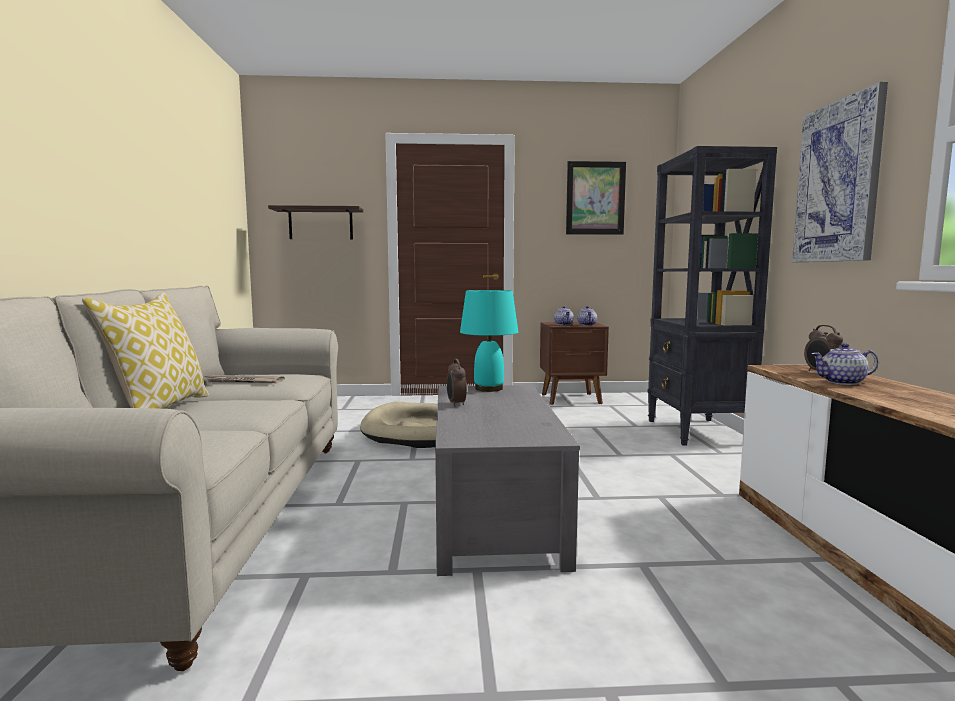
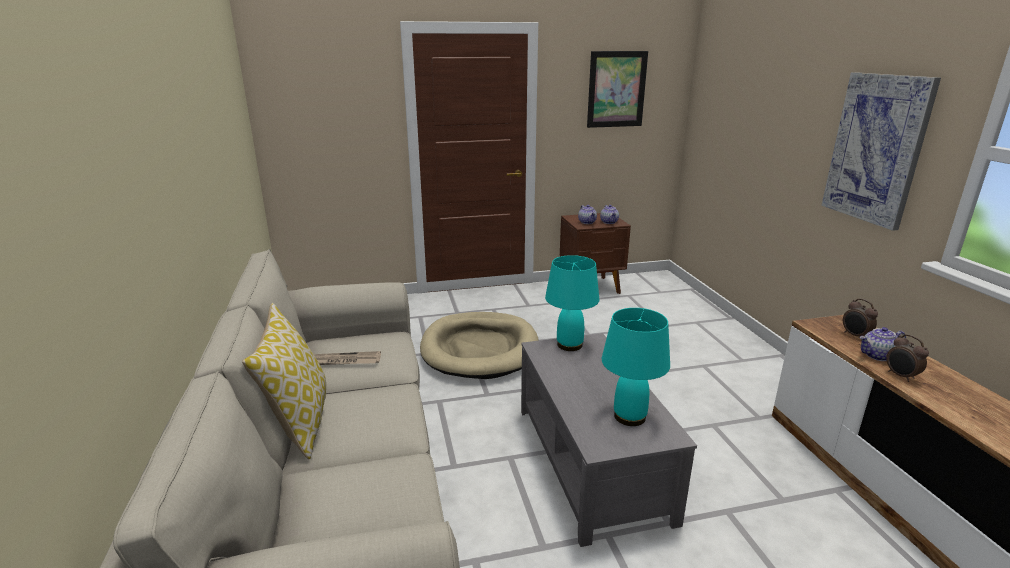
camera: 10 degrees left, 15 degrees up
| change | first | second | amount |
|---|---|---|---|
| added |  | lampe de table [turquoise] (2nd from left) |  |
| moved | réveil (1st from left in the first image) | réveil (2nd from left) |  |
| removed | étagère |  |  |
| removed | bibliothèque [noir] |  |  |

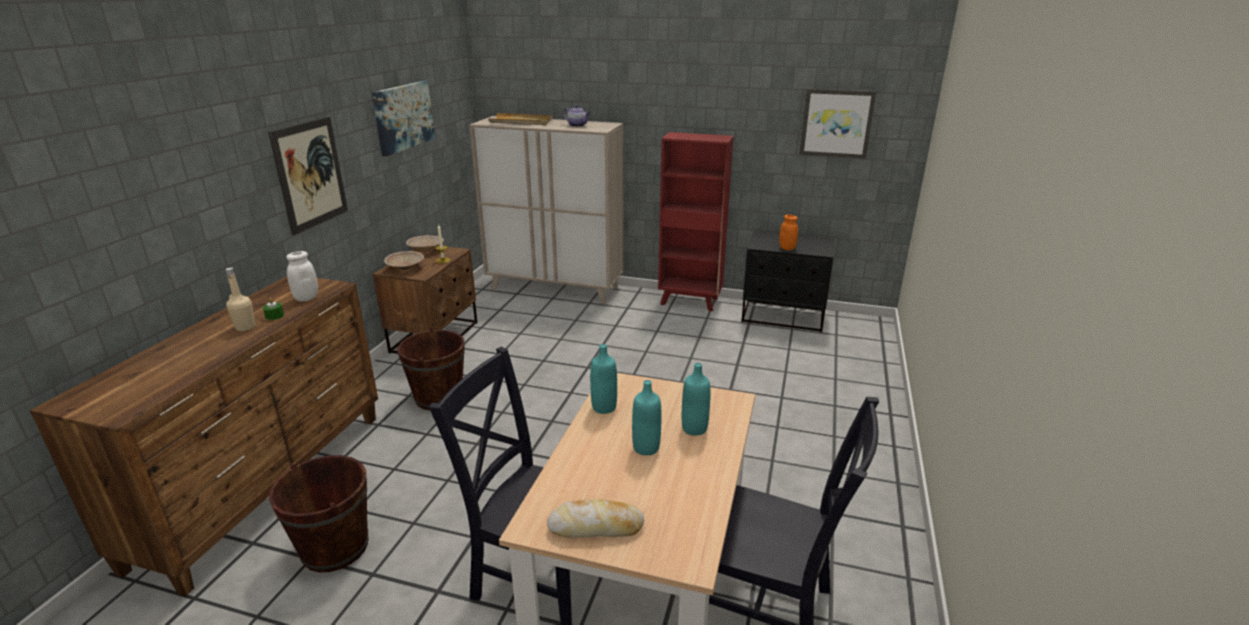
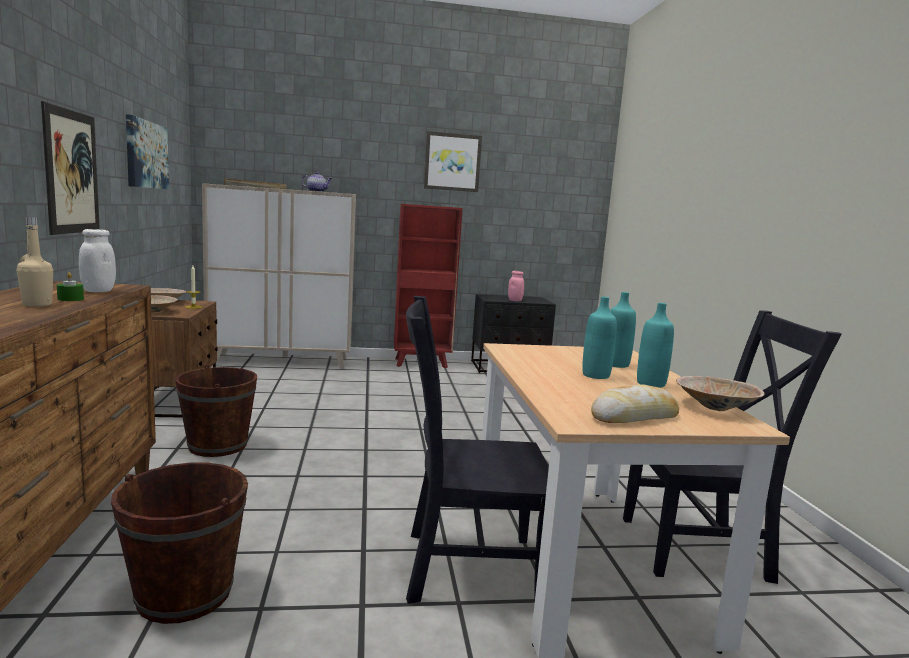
camera: 25 degrees left, 15 degrees down
| change | first | second | amount |
|---|---|---|---|
| moved | tableau (3rd from left) |  |  |
| recoloured | bocal [orange] | bocal [rose] |  |
| moved | bouteille [turquoise] (1st from left in the first image) | bouteille [turquoise] (3rd from left) |  |
| added |  | bol [beige] (3rd from left) |  |

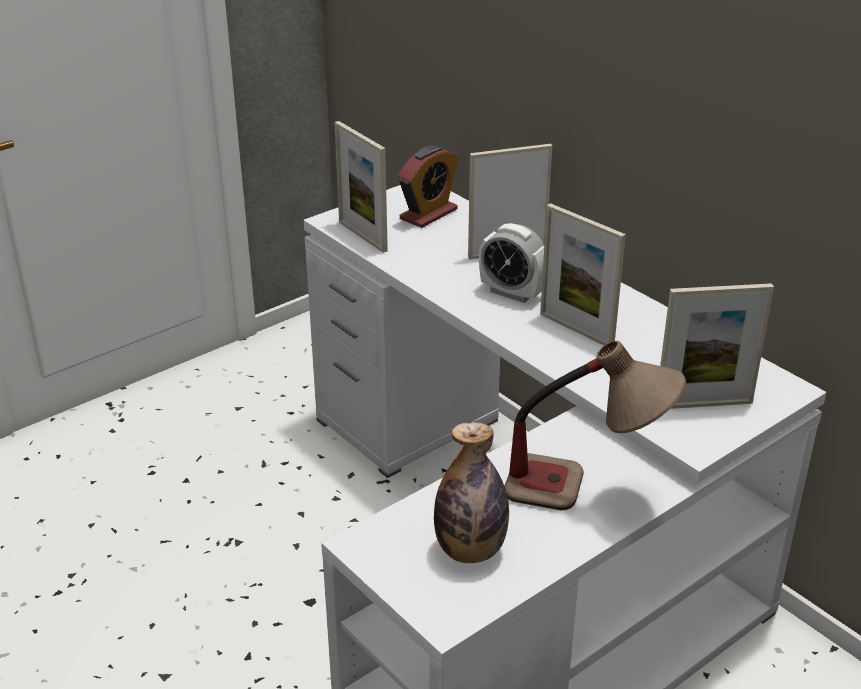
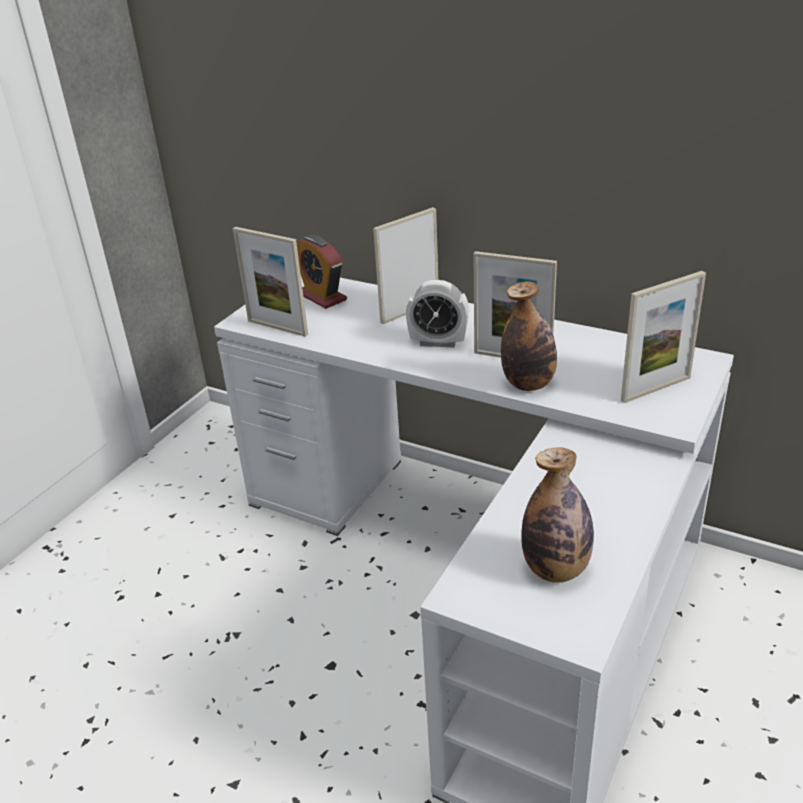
camera: 20 degrees left, 0 degrees up
| change | first | second | amount |
|---|---|---|---|
| turned | réveil (1st from left) |  | 120 degrees clockwise |
| added |  | bouteille (1st from left) |  |
| removed | lampe de table |  |  |

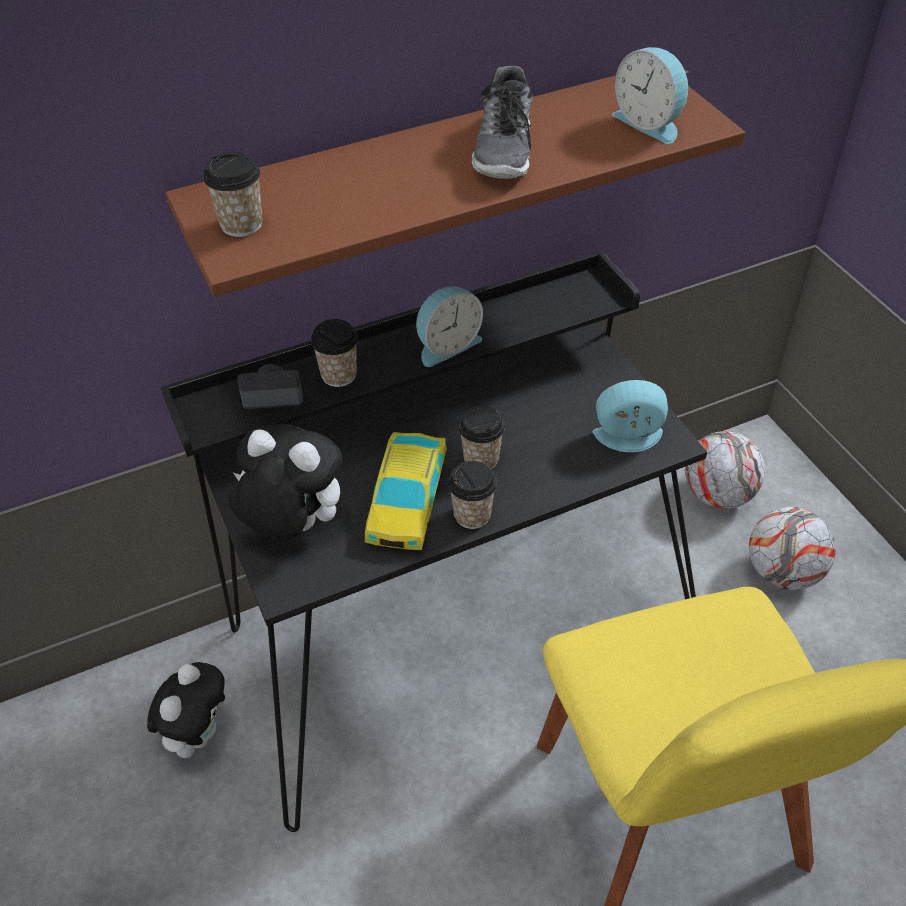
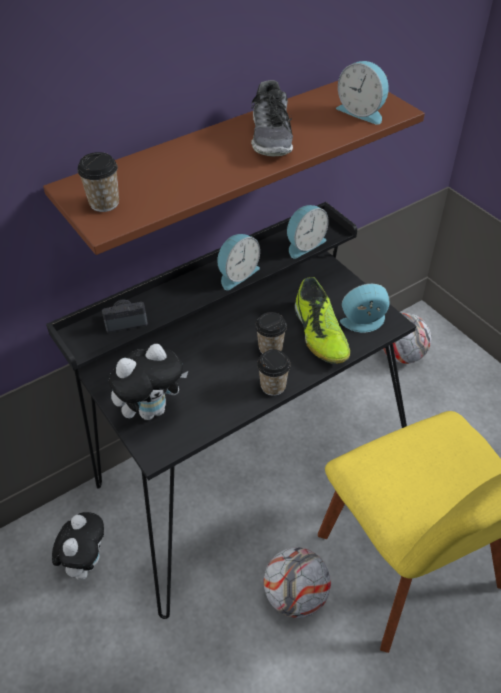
camera: 10 degrees left, 0 degrees up
| change | first | second | amount |
|---|---|---|---|
| turned | peluche (2nd from left) |  | 135 degrees clockwise |
| moved | ballon de foot (2nd from left in the first image) | ballon de foot (1st from left) |  |
| added |  | réveil (2nd from left) |  |
| added |  | chaussure (2nd from left) |  |
| removed | tasse (2nd from left) |  |  |
| removed | petite voiture |  |  |

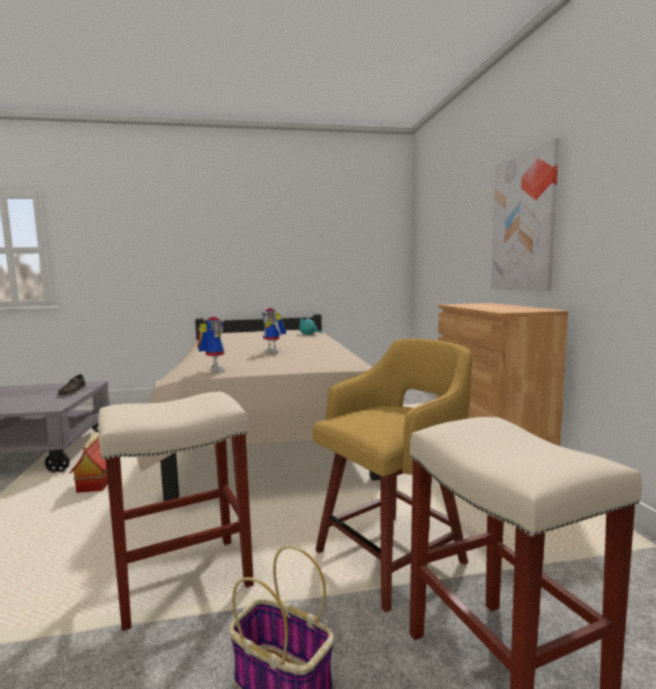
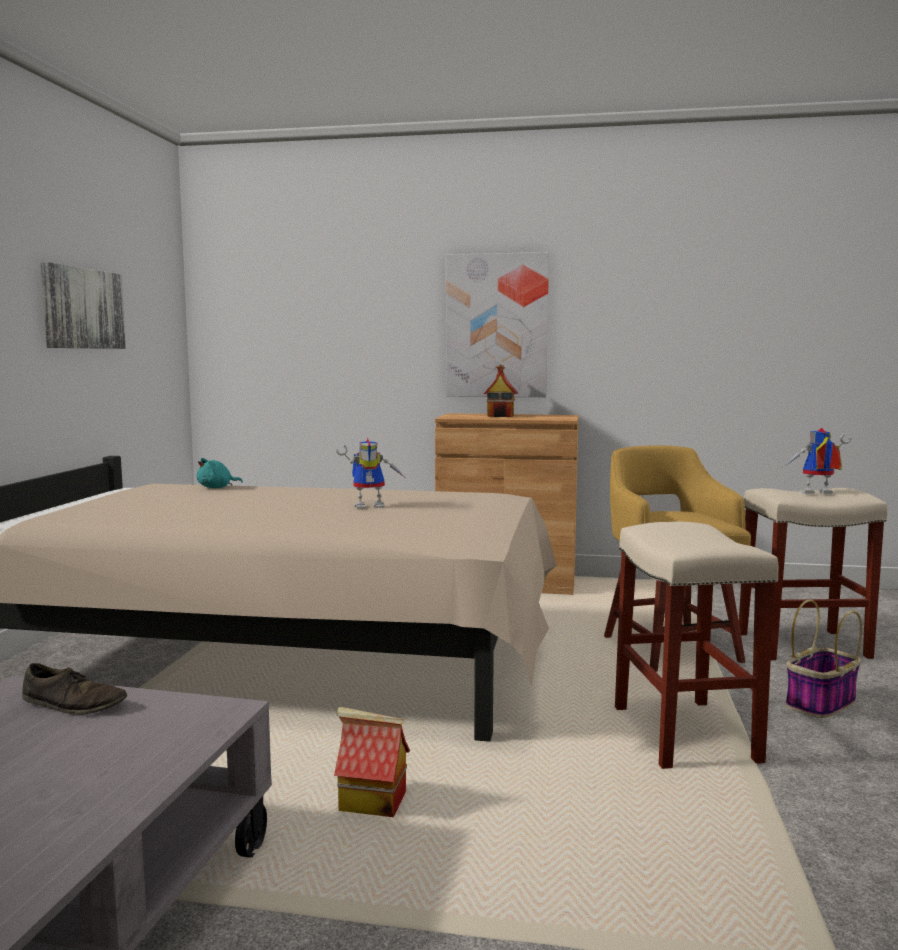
camera: 70 degrees left, 0 degrees up
| change | first | second | amount |
|---|---|---|---|
| added |  | tableau (1st from left) |  |
| added |  | maison miniature (2nd from left) |  |
| moved | robot jouet (1st from left in the first image) | robot jouet (2nd from left) |  |

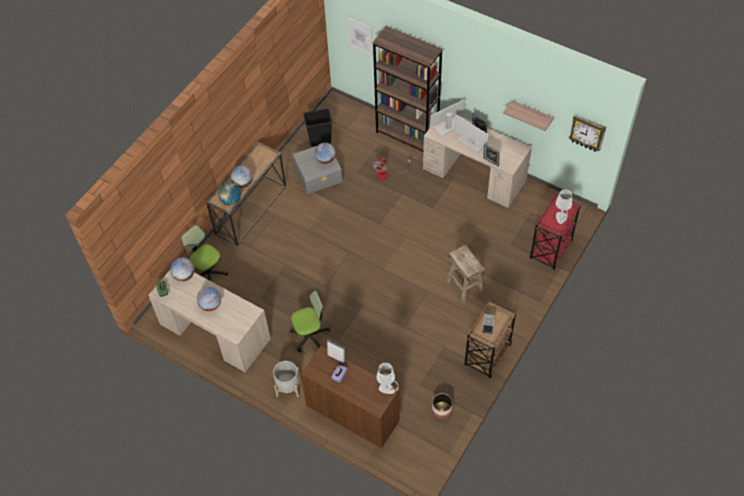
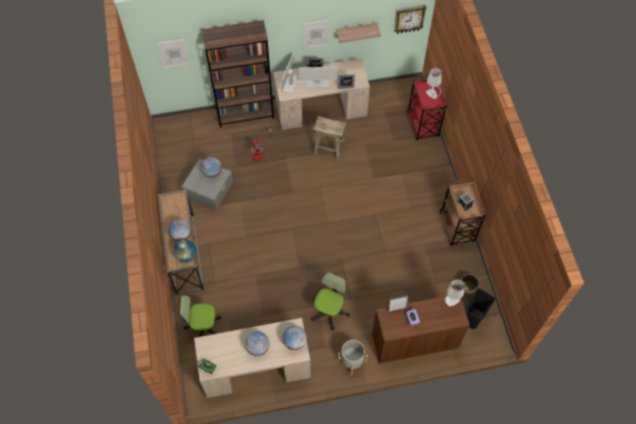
camera: 45 degrees left, 5 degrees up
| change | first | second | amount |
|---|---|---|---|
| moved | globe (1st from left in the first image) | globe (5th from left) |  |
| added |  | tableau (2nd from left) |  |
| moved | tabouret [beige] |  |  |
| moved | poubelle [noir] |  |  |

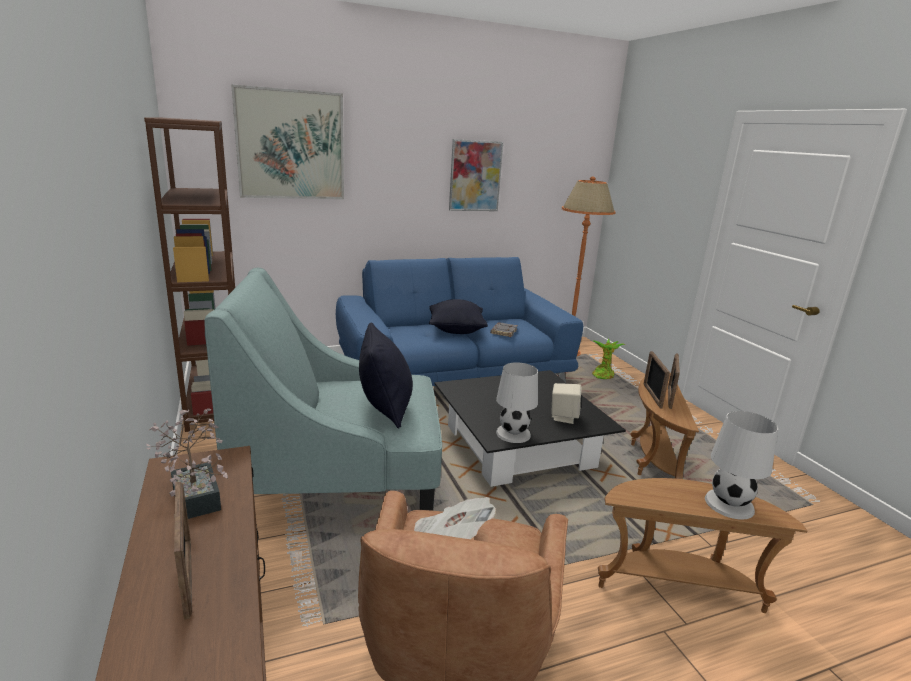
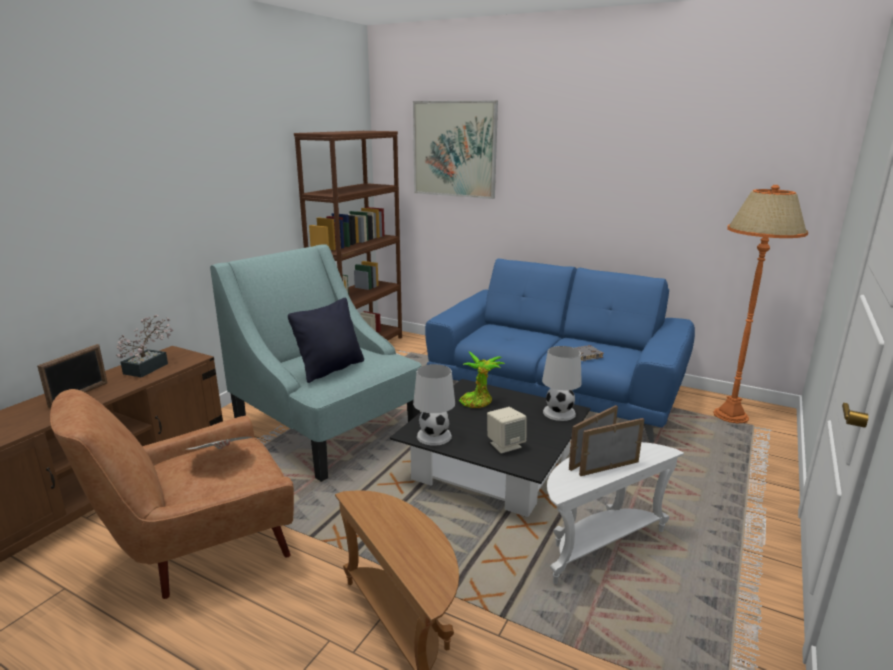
camera: 50 degrees right, 0 degrees up
| change | first | second | amount |
|---|---|---|---|
| moved | plante en pot (2nd from left) |  |  |
| moved | lampe de table [blanc] (2nd from left) |  |  |
| recoloured | table d'appoint [marron] (1st from left) | table d'appoint [blanc] |  |
| removed | coussin [noir] (2nd from left) |  |  |
| removed | tableau (2nd from left) |  |  |

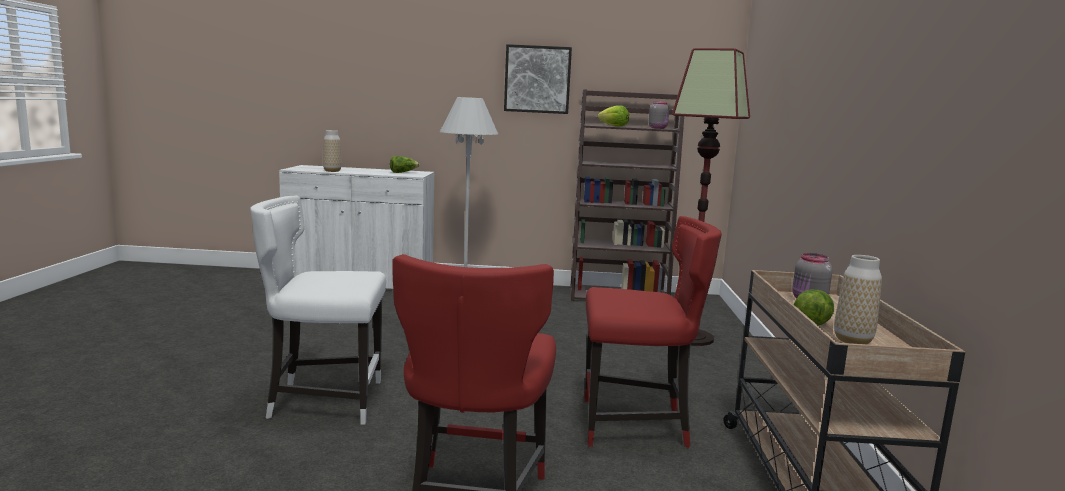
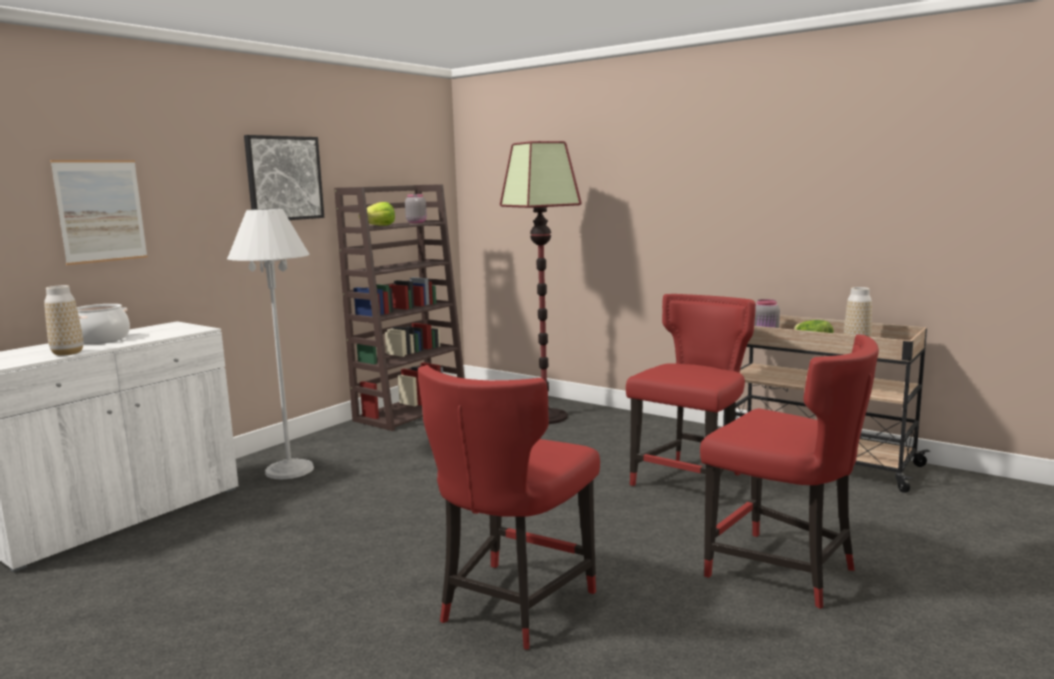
camera: 55 degrees left, 0 degrees up
| change | first | second | amount |
|---|---|---|---|
| added |  | tableau (1st from left) |  |
| added |  | marmite |  |
| recoloured | chaise [blanc] | chaise [rouge] (1st from left) |  |
| removed | laitue (1st from left) |  |  |

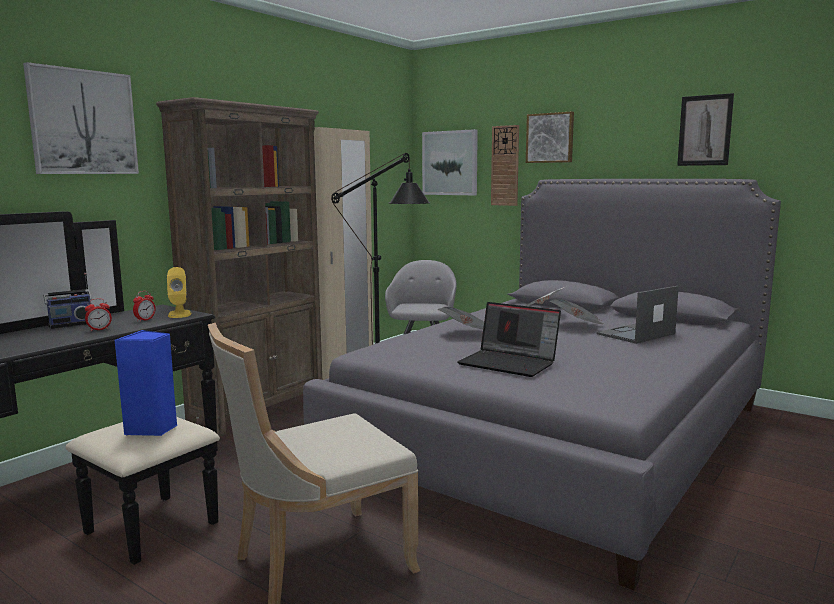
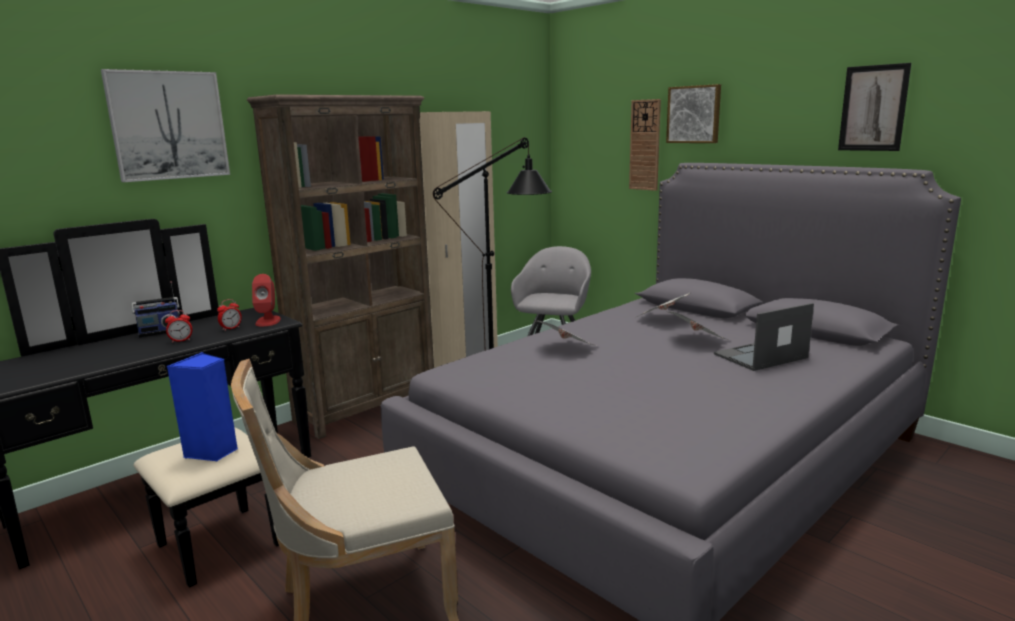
camera: 10 degrees right, 5 degrees up
| change | first | second | amount |
|---|---|---|---|
| recoloured | enceinte [jaune] | enceinte [rouge] |  |
| removed | tableau (2nd from left) |  |  |
| removed | ordinateur portable (1st from left) |  |  |

